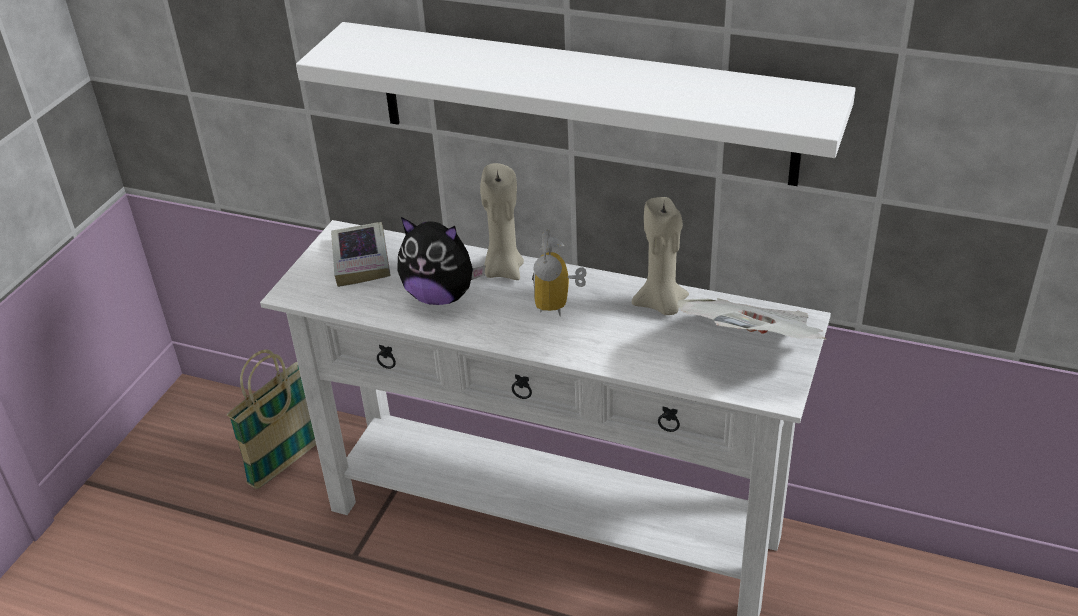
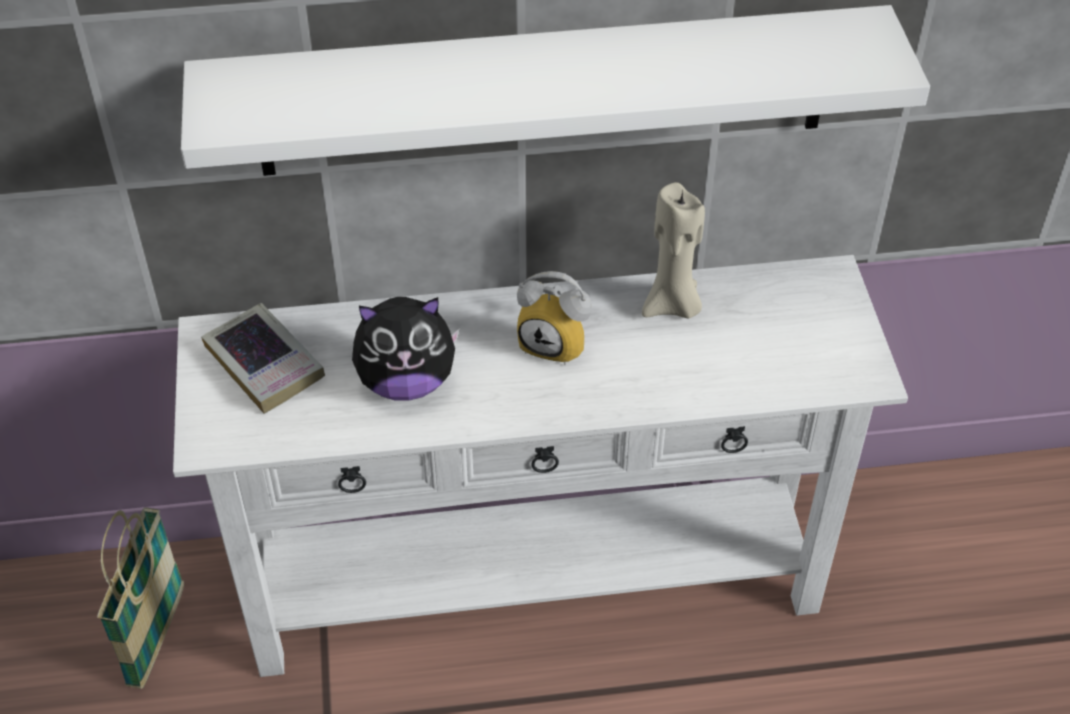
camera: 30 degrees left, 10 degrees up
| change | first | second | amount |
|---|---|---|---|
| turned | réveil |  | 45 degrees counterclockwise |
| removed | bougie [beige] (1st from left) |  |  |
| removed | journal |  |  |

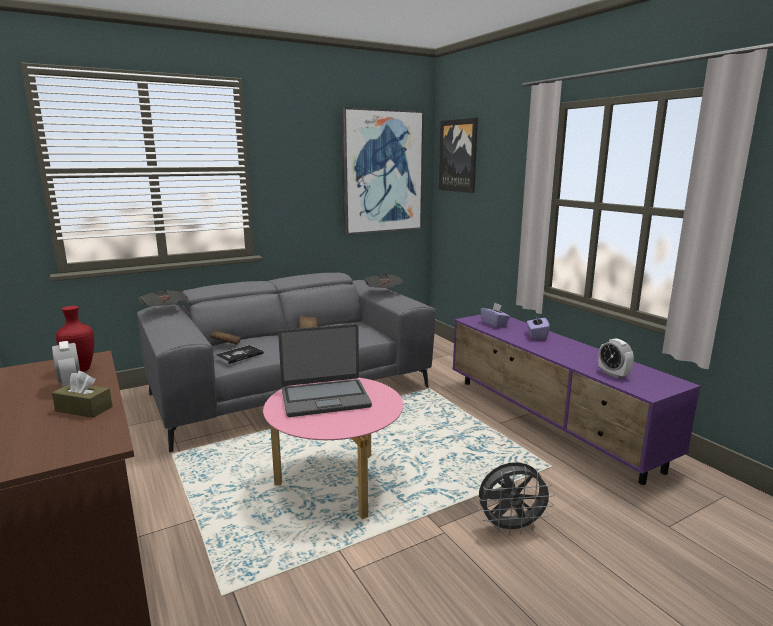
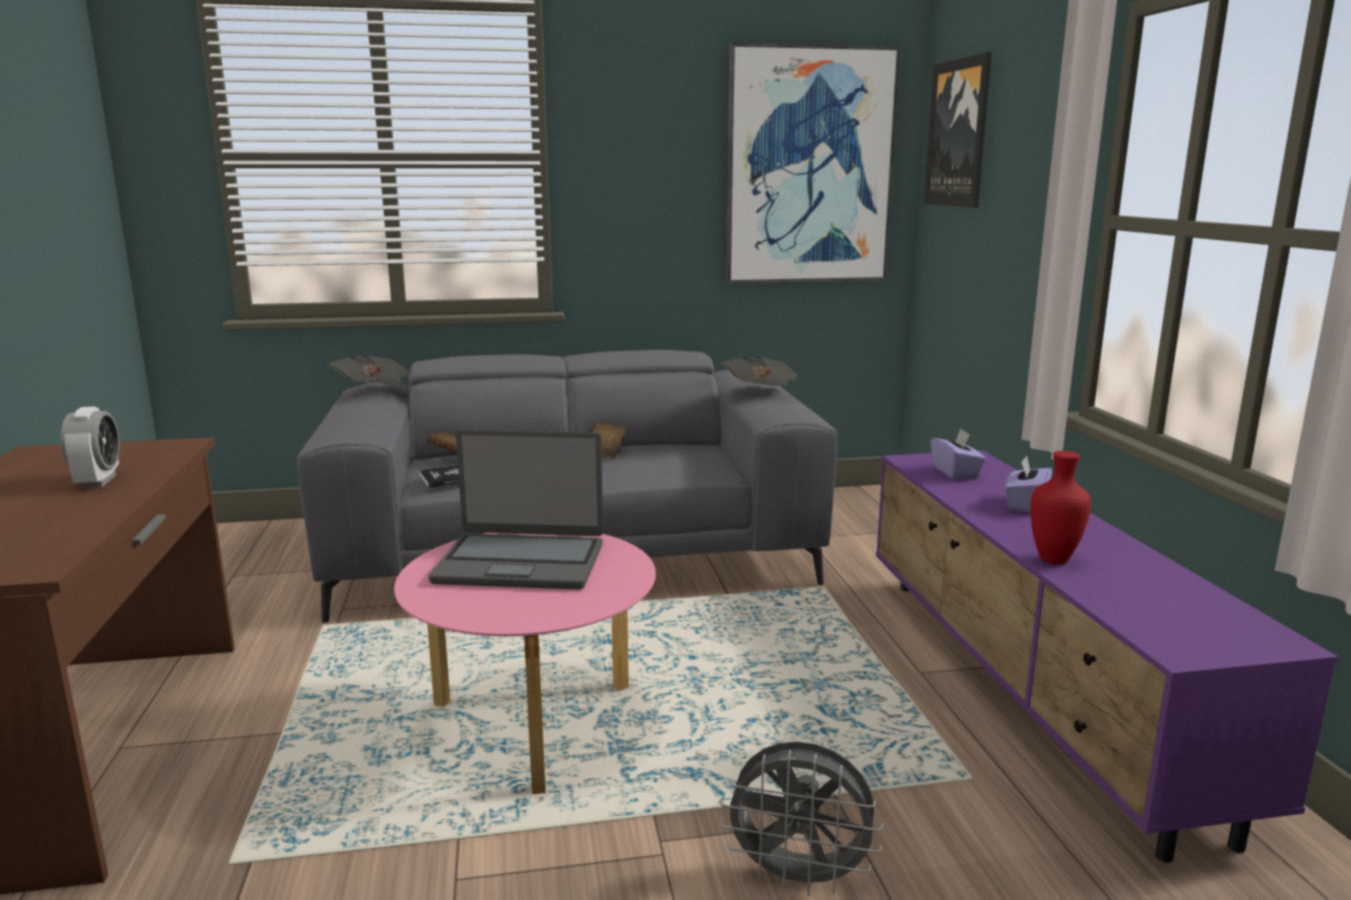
camera: 20 degrees right, 0 degrees up
| change | first | second | amount |
|---|---|---|---|
| moved | vase [rouge] |  |  |
| removed | boîte à mouchoirs [marron] |  |  |
| removed | réveil (2nd from left) |  |  |

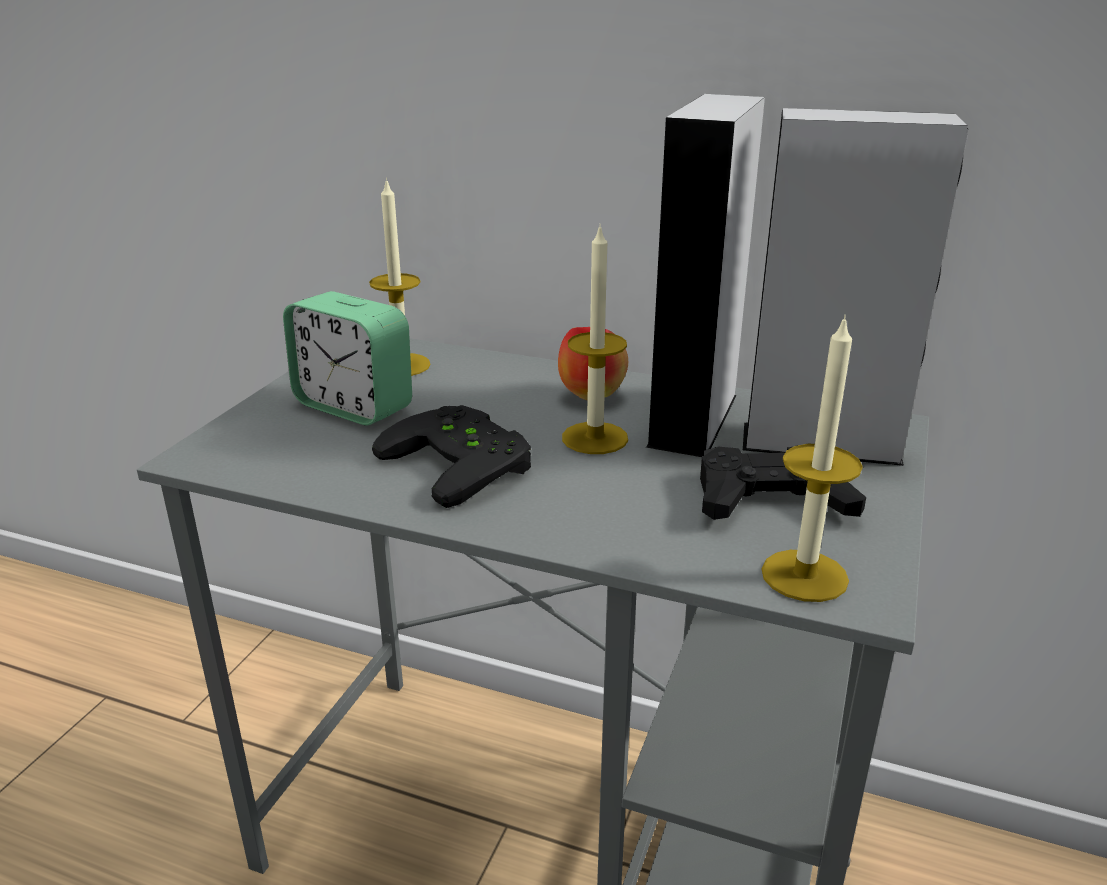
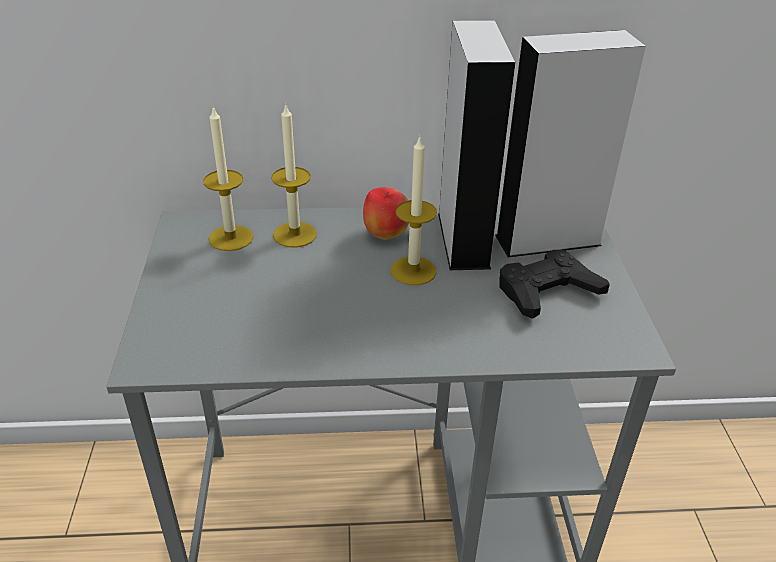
camera: 25 degrees left, 10 degrees up
| change | first | second | amount |
|---|---|---|---|
| moved | bougie (3rd from left in the first image) | bougie (2nd from left) |  |
| removed | réveil |  |  |
| removed | manette [noir] (1st from left) |  |  |

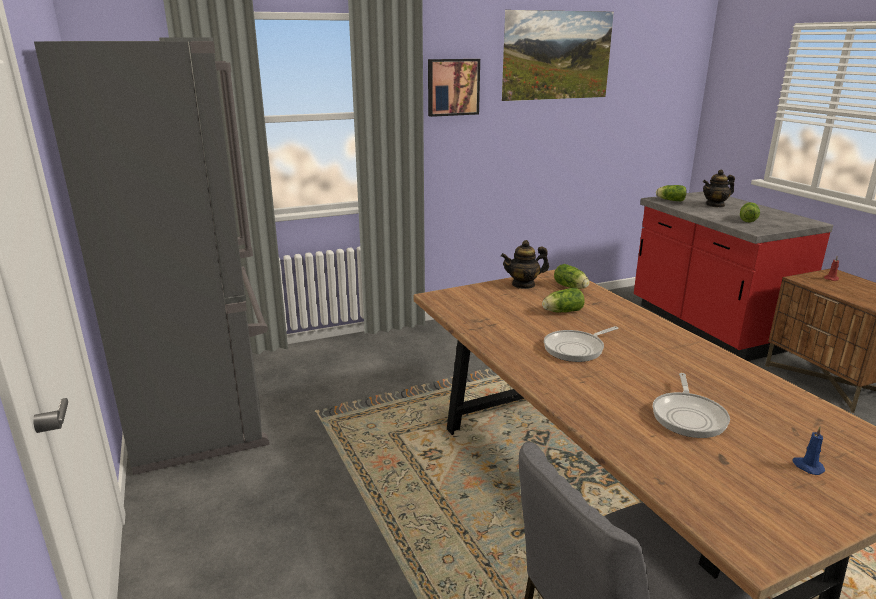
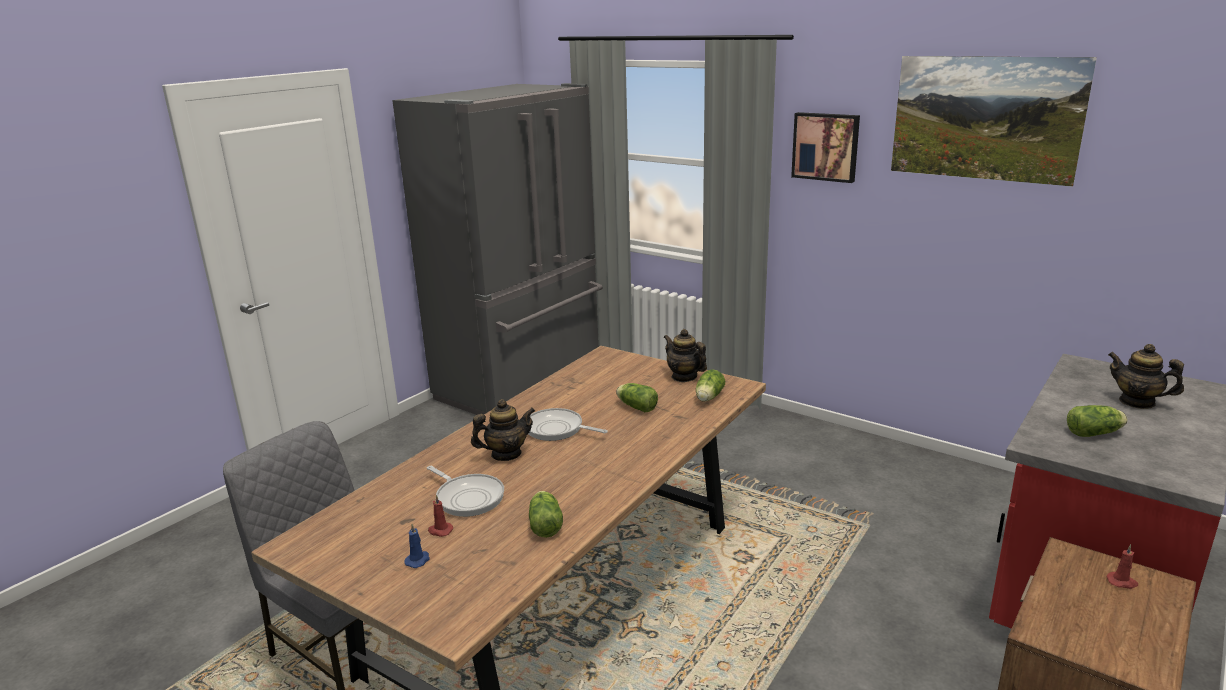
camera: 60 degrees right, 0 degrees up
| change | first | second | amount |
|---|---|---|---|
| turned | poêle (2nd from left in the first image) | poêle (1st from left) | 120 degrees counterclockwise |
| added |  | bougie [rouge] (1st from left) |  |
| added |  | théière (1st from left) |  |
| moved | laitue (3rd from left in the first image) | laitue (1st from left) |  |

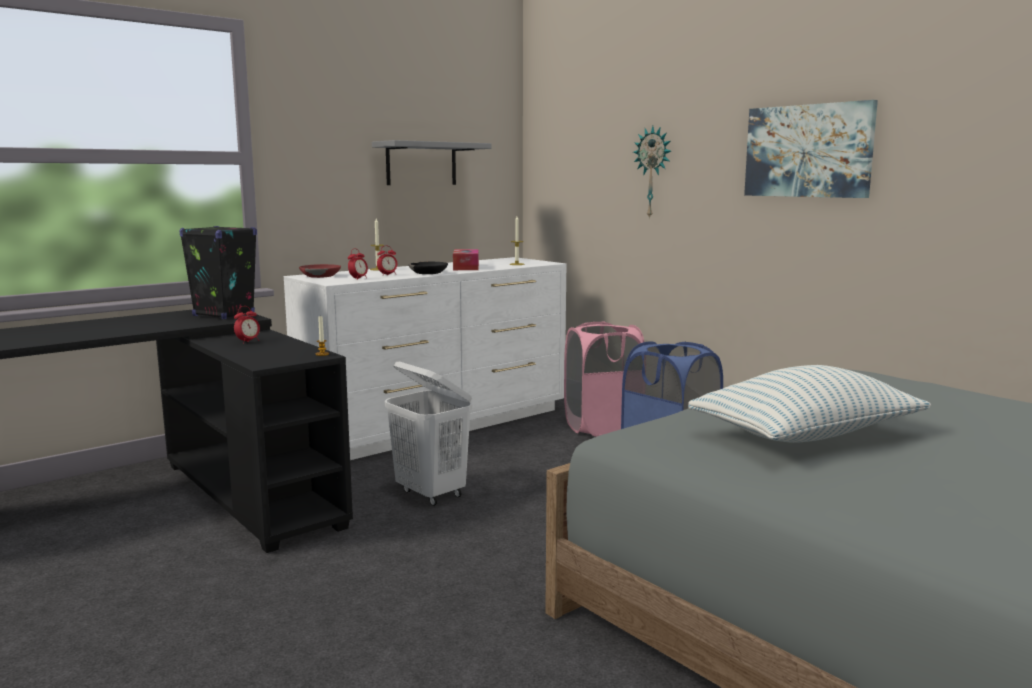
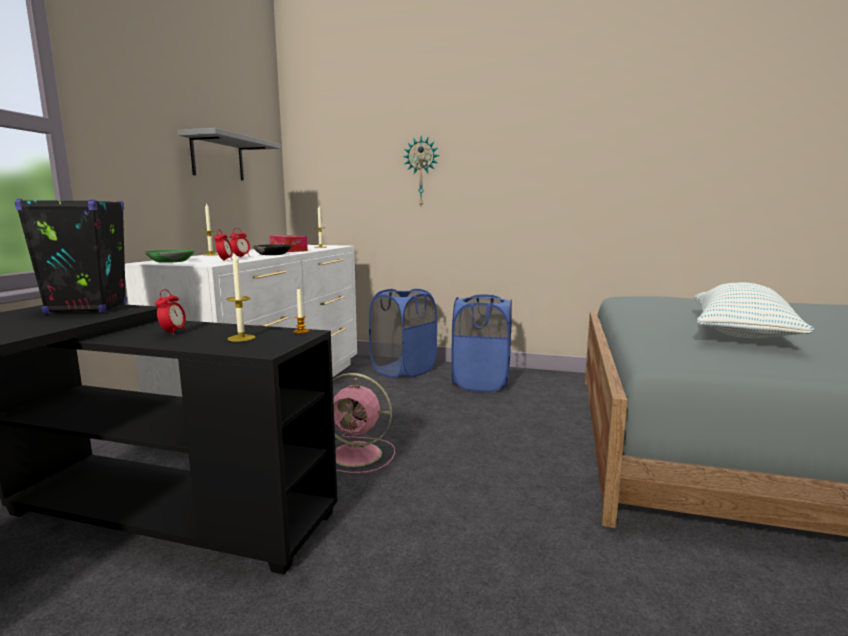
camera: 35 degrees left, 0 degrees up
| change | first | second | amount |
|---|---|---|---|
| recoloured | bol [rouge] | bol [vert] |  |
| added |  | bougie (2nd from left) |  |
| replaced | panier à linge [blanc] | ventilateur [rose] |  |
| recoloured | panier à linge [rose] | panier à linge [bleu] (1st from left) |  |
| removed | tableau |  |  |

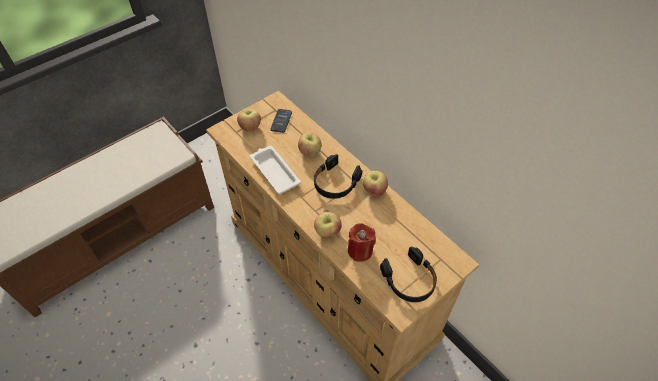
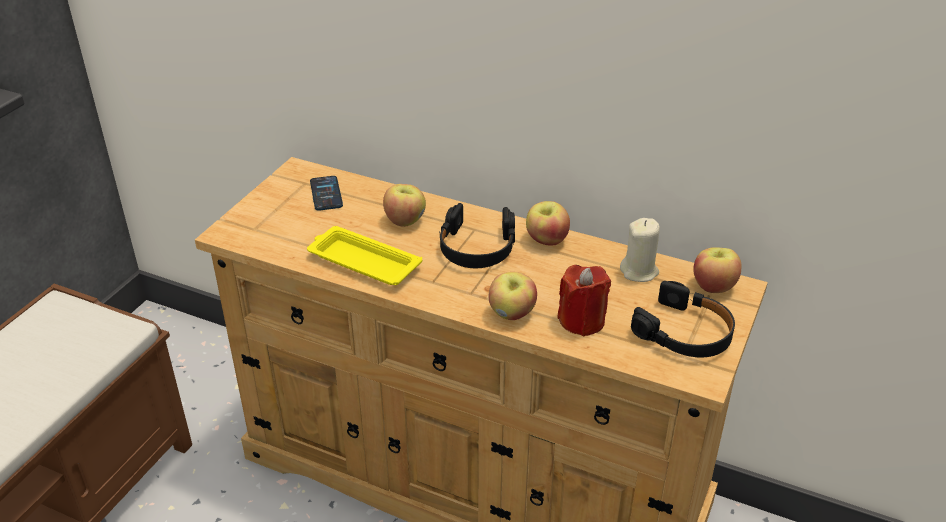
camera: 25 degrees left, 15 degrees down
| change | first | second | amount |
|---|---|---|---|
| recoloured | plateau [blanc] | plateau [jaune] |  |
| added |  | bougie [beige] |  |
| moved | pomme (1st from left in the first image) | pomme (4th from left) |  |

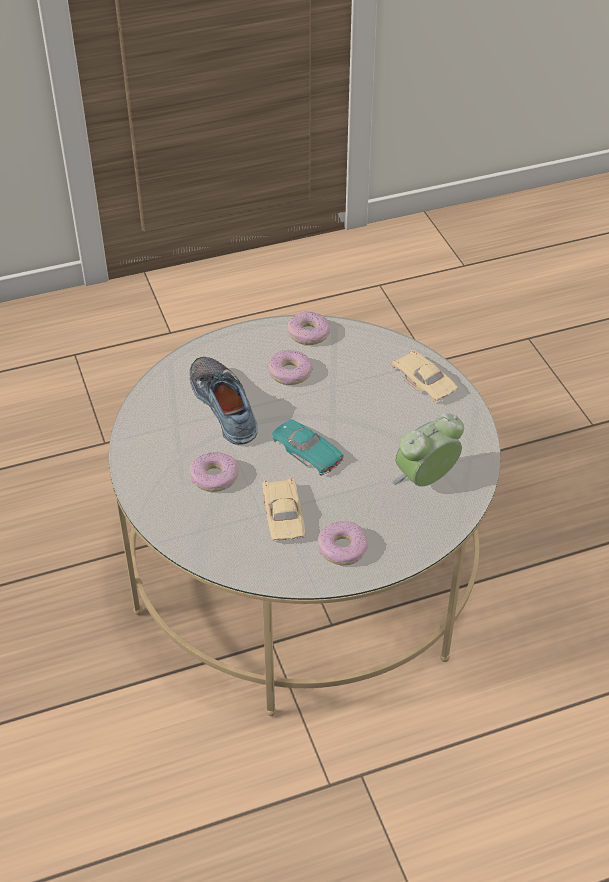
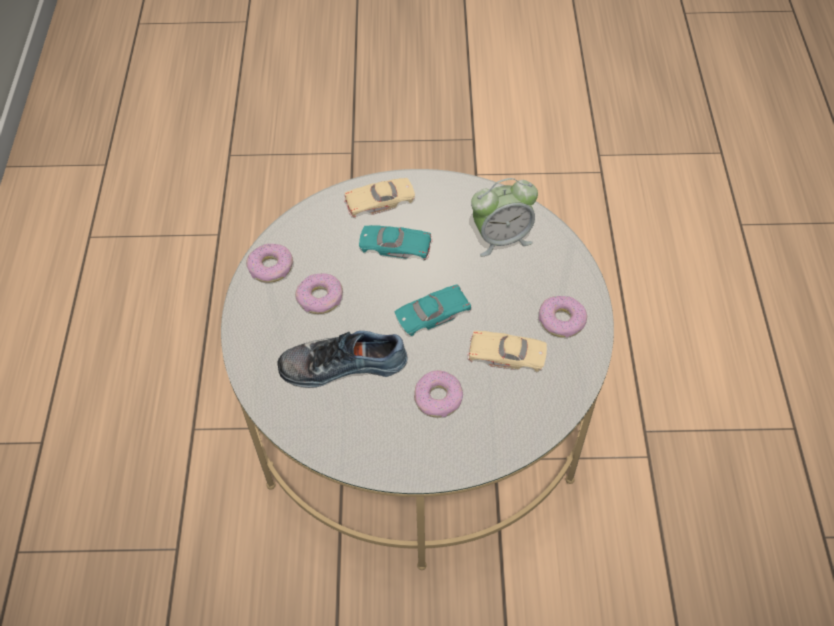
camera: 70 degrees left, 10 degrees up
| change | first | second | amount |
|---|---|---|---|
| added |  | petite voiture [turquoise] (1st from left) |  |
| turned | réveil |  | 90 degrees counterclockwise |

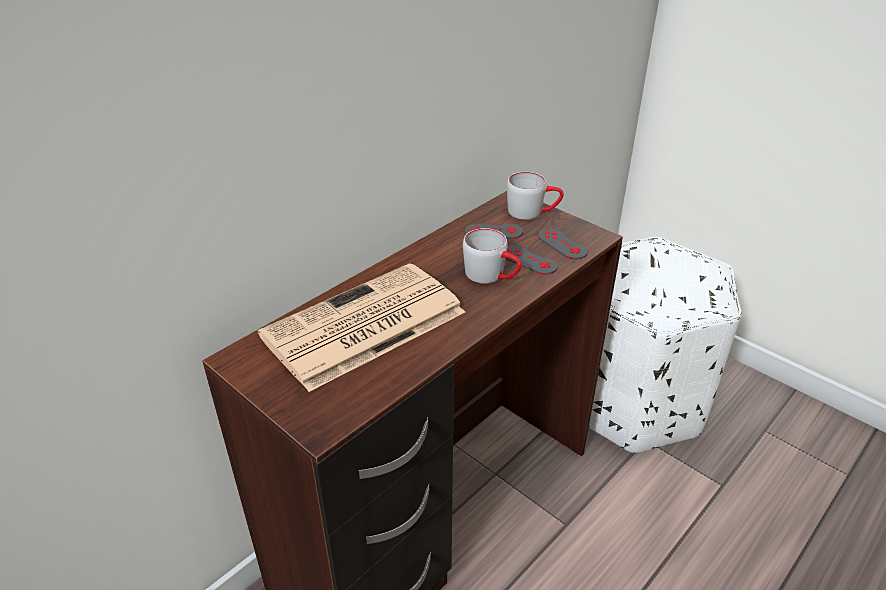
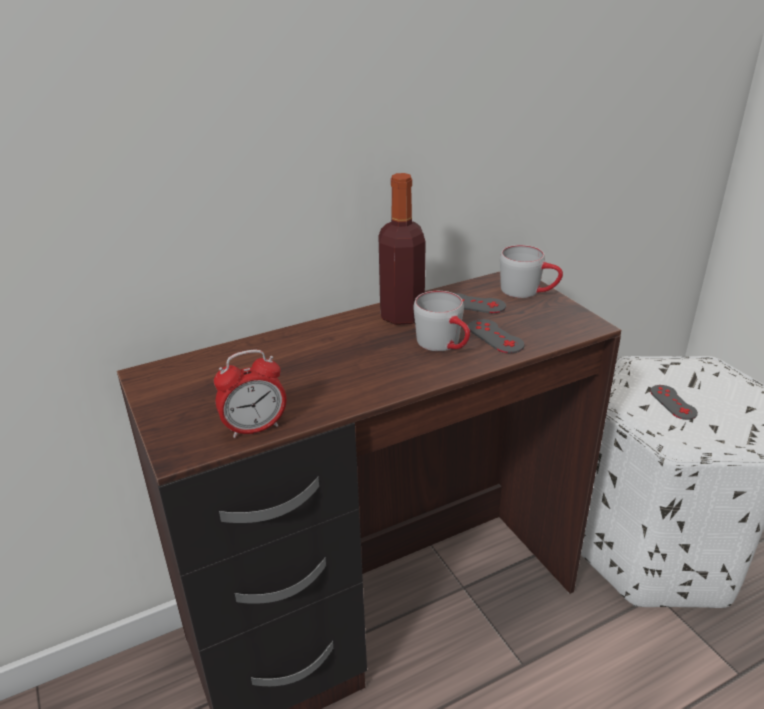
camera: 20 degrees right, 5 degrees down
| change | first | second | amount |
|---|---|---|---|
| added |  | réveil |  |
| added |  | bouteille |  |
| moved | manette [gris] (3rd from left) |  |  |
| removed | journal |  |  |

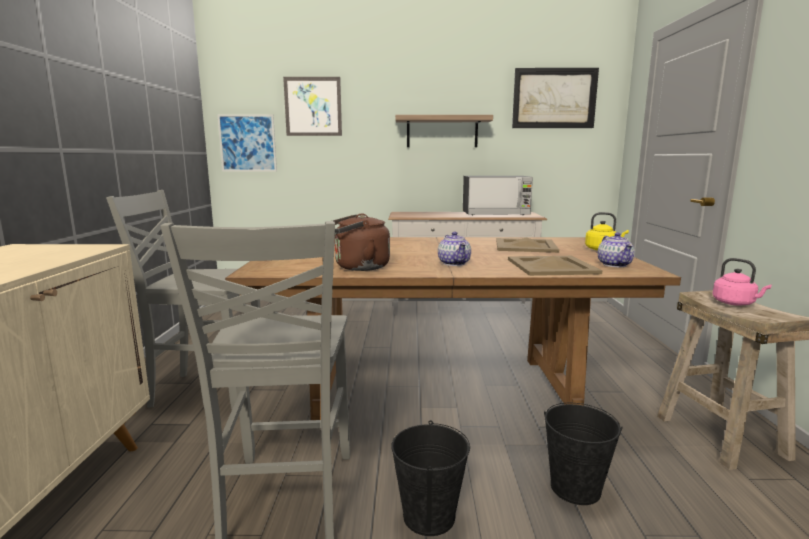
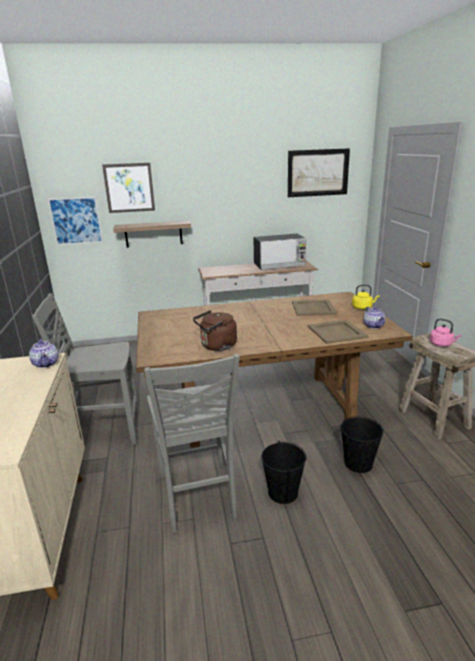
camera: 10 degrees left, 10 degrees up
| change | first | second | amount |
|---|---|---|---|
| moved | théière (1st from left) |  |  |
| moved | étagère |  |  |

